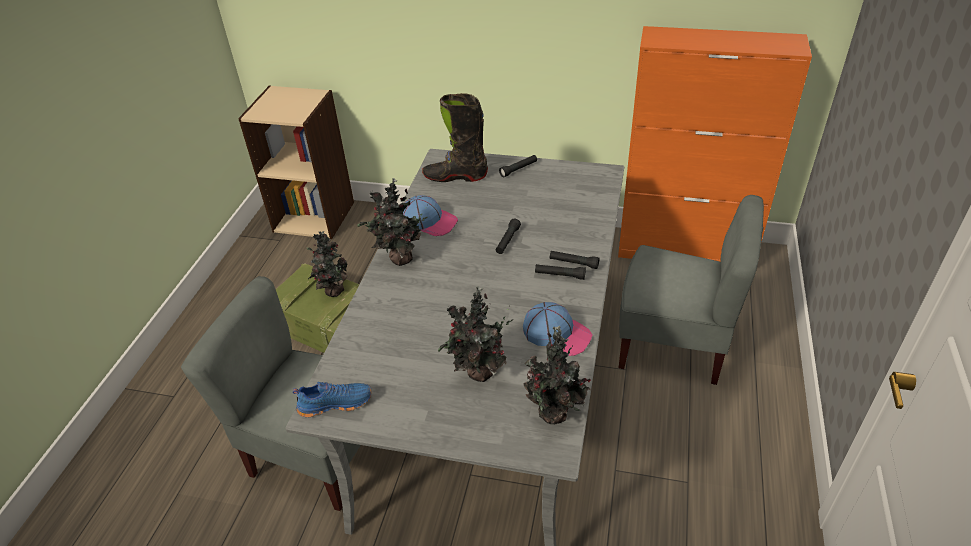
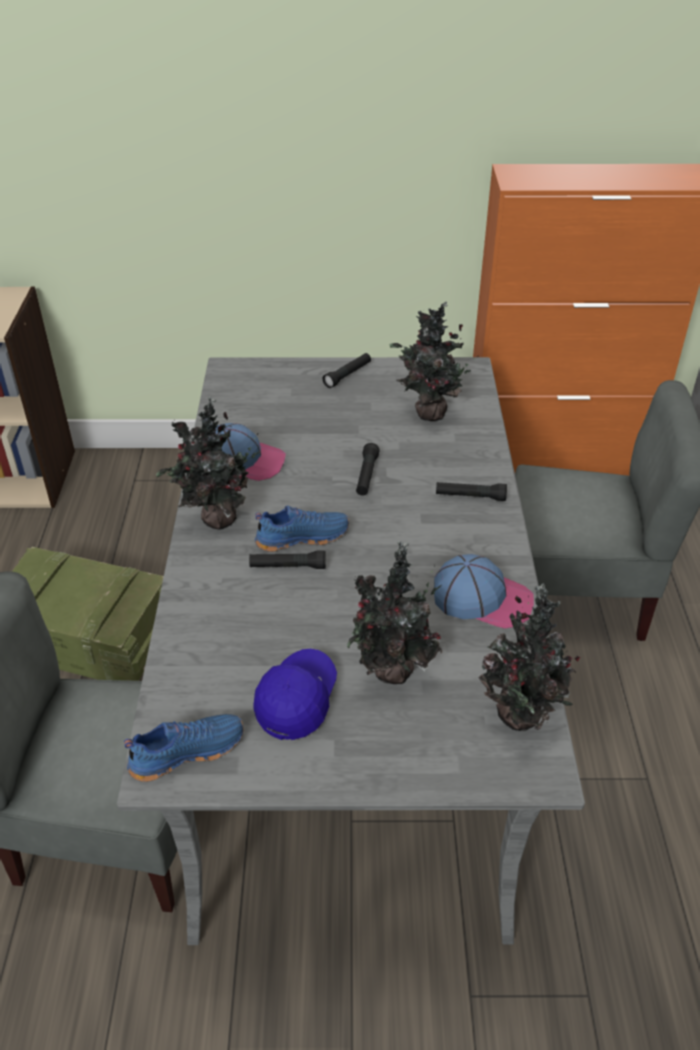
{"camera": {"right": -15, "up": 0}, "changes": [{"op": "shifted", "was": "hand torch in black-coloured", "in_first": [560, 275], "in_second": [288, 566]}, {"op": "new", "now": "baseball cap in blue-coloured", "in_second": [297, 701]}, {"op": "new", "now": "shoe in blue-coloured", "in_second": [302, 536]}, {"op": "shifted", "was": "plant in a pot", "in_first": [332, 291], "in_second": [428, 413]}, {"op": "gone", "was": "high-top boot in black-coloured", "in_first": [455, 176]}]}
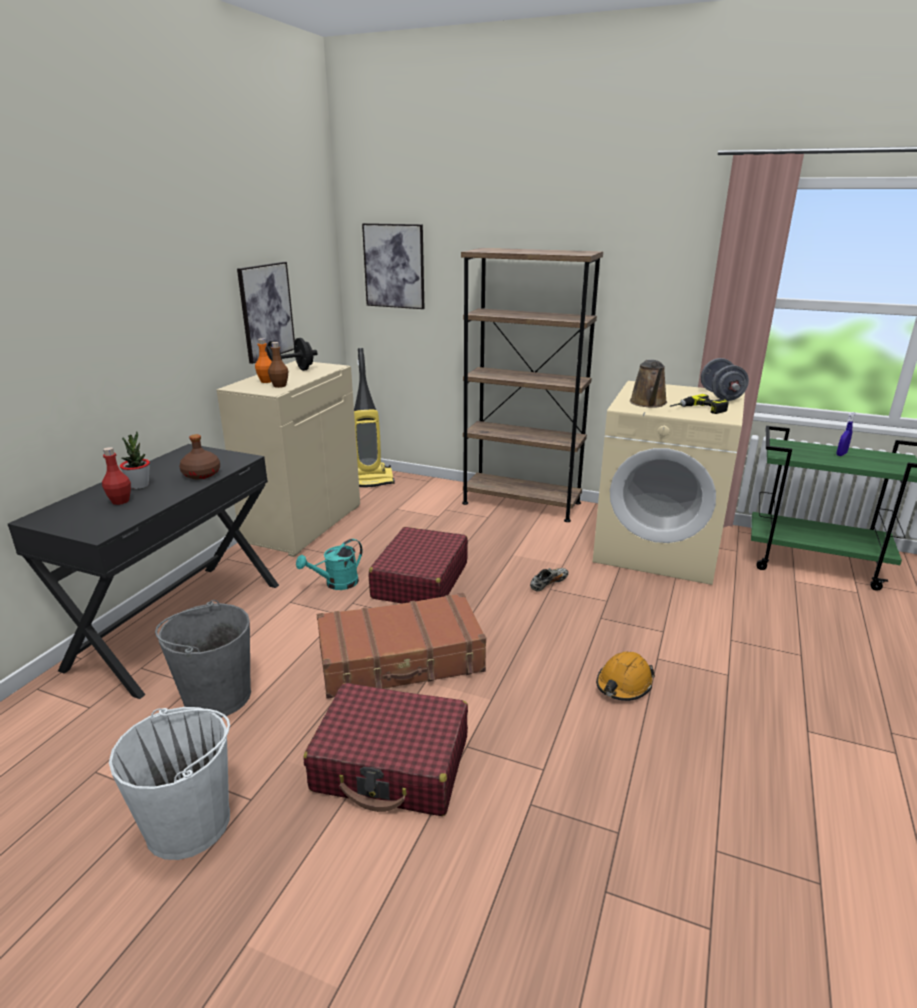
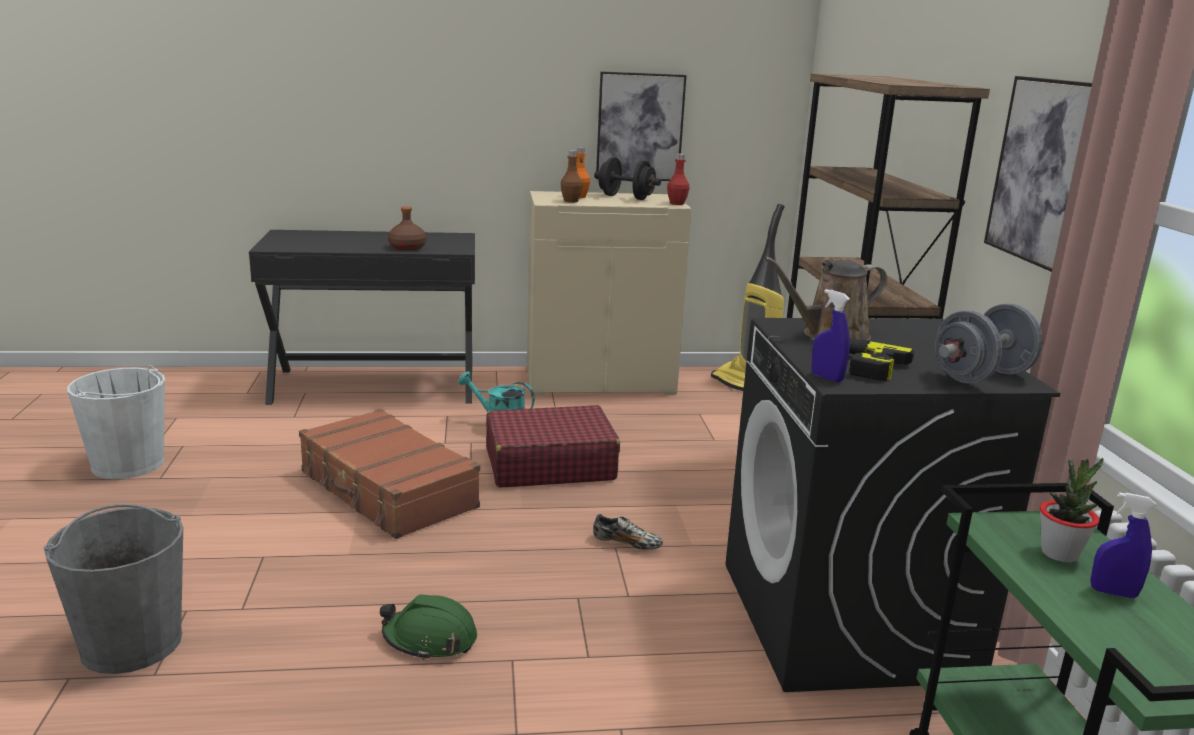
{"camera": {"right": 60, "up": -5}, "changes": [{"op": "shifted", "was": "pail in greyish", "in_first": [217, 696], "in_second": [131, 643]}, {"op": "repainted", "was": "work helmet in orange-coloured", "now": "work helmet in green-coloured", "in_first": [623, 685], "in_second": [430, 639]}, {"op": "shifted", "was": "beverage bottle in red", "in_first": [120, 501], "in_second": [677, 203]}, {"op": "repainted", "was": "laundry appliance in beige-coloured", "now": "laundry appliance in black-coloured", "in_first": [658, 548], "in_second": [846, 620]}, {"op": "new", "now": "sprayer in blue-coloured", "in_second": [827, 378]}, {"op": "shifted", "was": "picture", "in_first": [394, 266], "in_second": [1044, 172]}, {"op": "shifted", "was": "plant in a pot", "in_first": [139, 485], "in_second": [1059, 553]}, {"op": "gone", "was": "travel case in red", "in_first": [392, 764]}]}
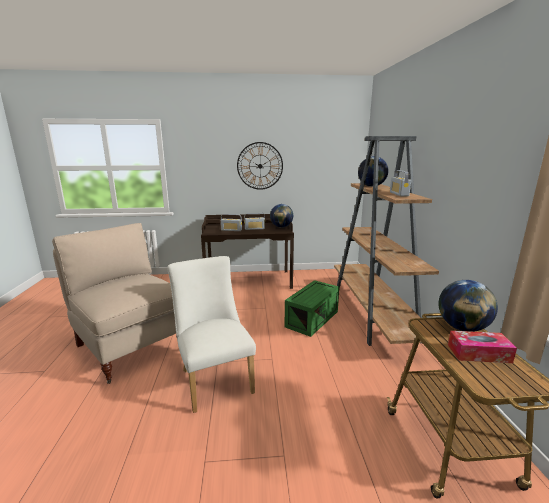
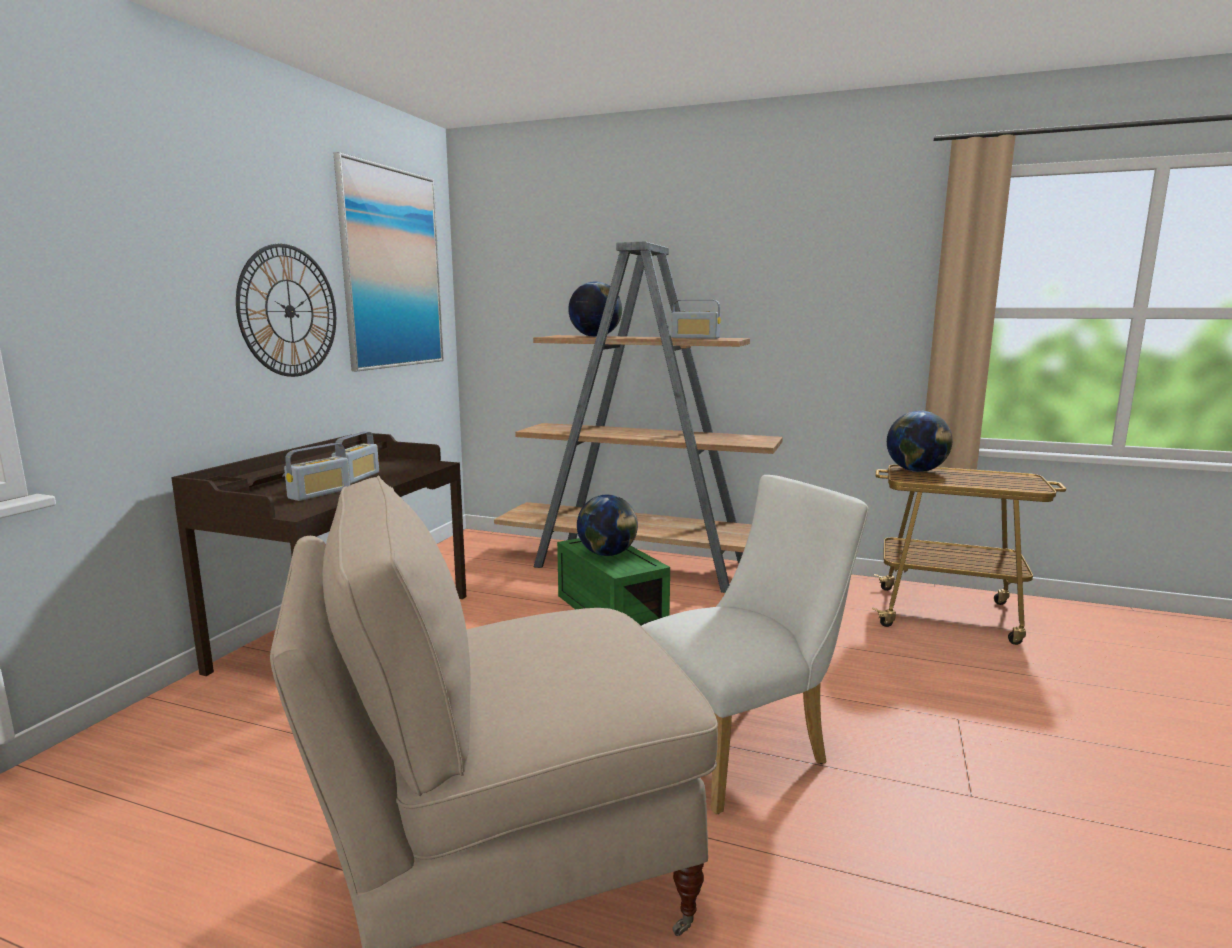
{"camera": {"right": -65, "up": -5}, "changes": [{"op": "new", "now": "picture", "in_second": [392, 269]}, {"op": "shifted", "was": "world globe", "in_first": [281, 227], "in_second": [607, 554]}, {"op": "rotated", "was": "upright chair in white", "in_first": [214, 378], "in_second": [743, 749], "clockwise": 150}, {"op": "gone", "was": "tissue holder", "in_first": [478, 353]}]}
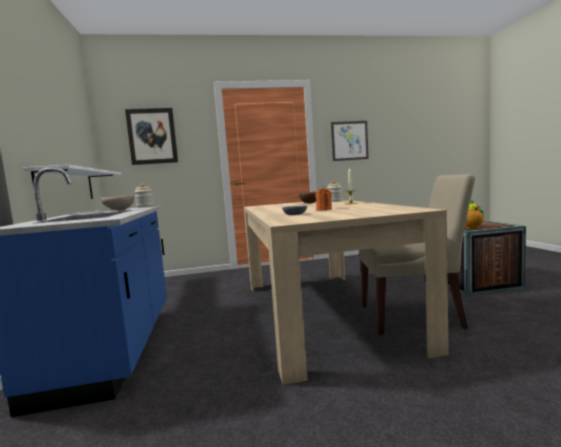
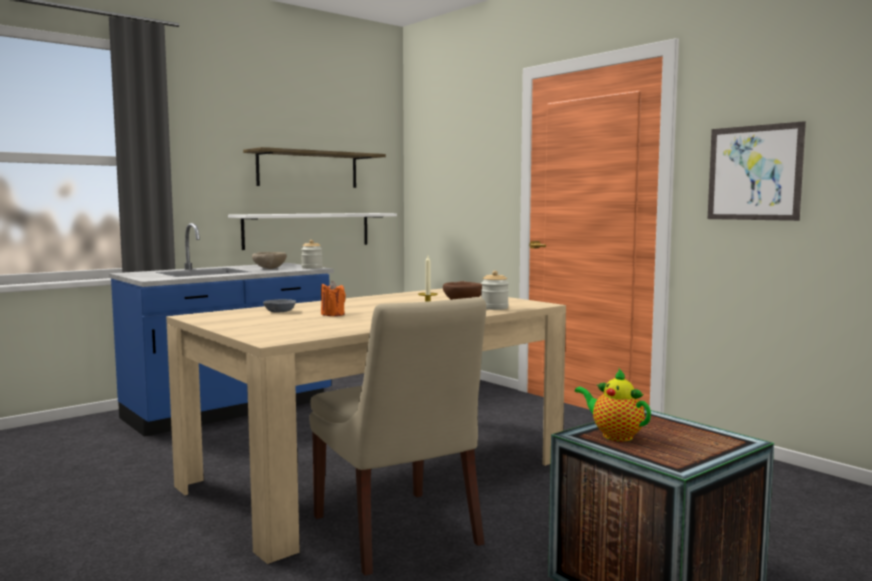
{"camera": {"right": 60, "up": 0}, "changes": [{"op": "new", "now": "shelf", "in_second": [308, 169]}, {"op": "gone", "was": "picture", "in_first": [152, 136]}]}
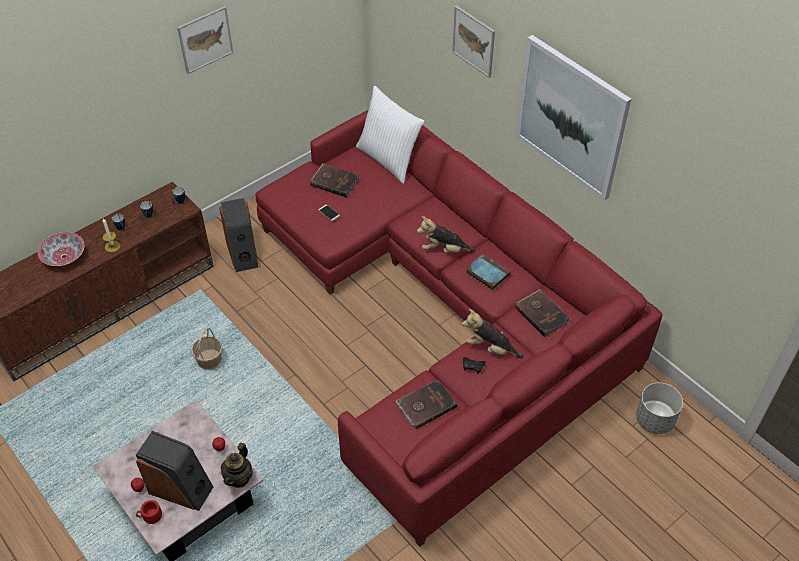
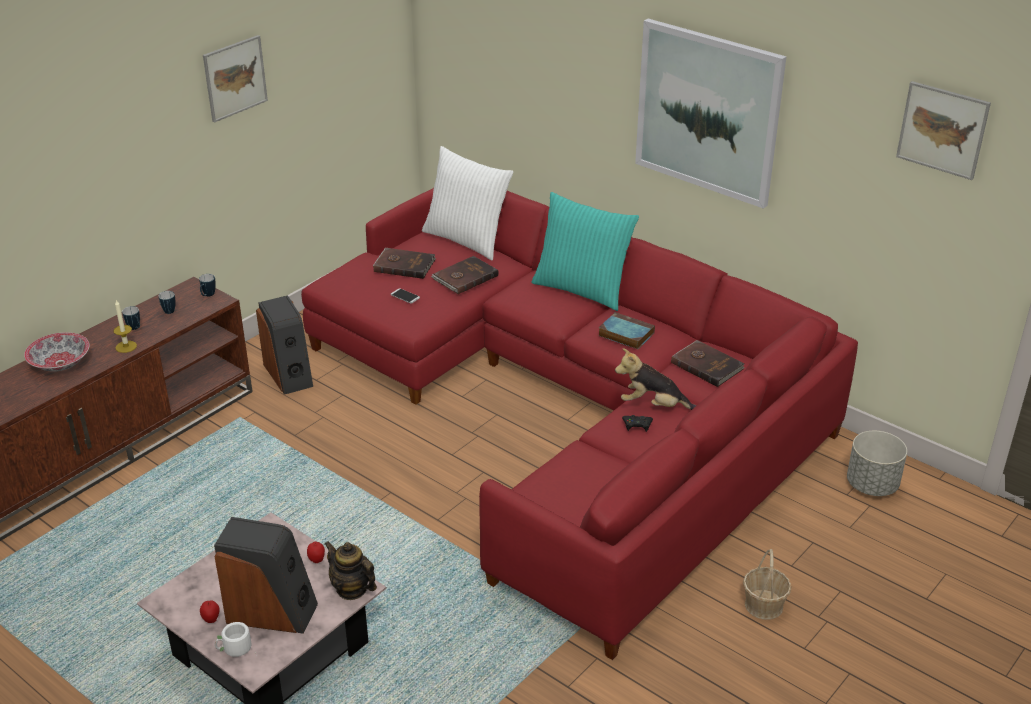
{"camera": {"right": -10, "up": -15}, "changes": [{"op": "repainted", "was": "mug in red", "now": "mug in white", "in_first": [150, 517], "in_second": [234, 650]}, {"op": "rotated", "was": "pot for tea", "in_first": [239, 477], "in_second": [352, 589], "clockwise": 120}, {"op": "shifted", "was": "bound book in brown", "in_first": [426, 405], "in_second": [464, 277]}, {"op": "new", "now": "cushion in blue-green", "in_second": [582, 289]}, {"op": "shifted", "was": "basket", "in_first": [209, 360], "in_second": [764, 605]}, {"op": "shifted", "was": "picture", "in_first": [474, 41], "in_second": [942, 130]}, {"op": "gone", "was": "plush toy", "in_first": [444, 250]}]}
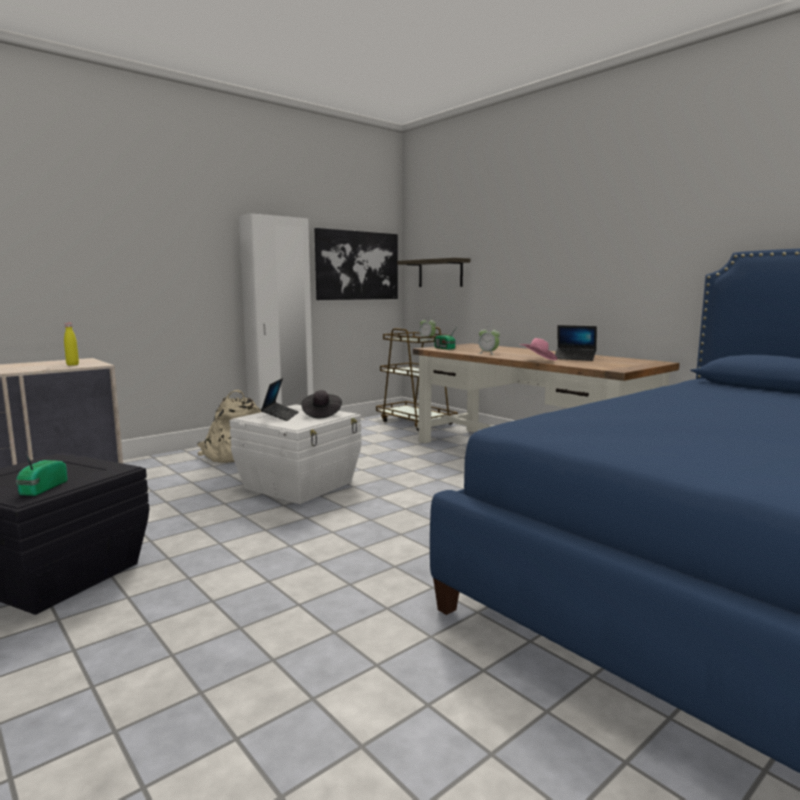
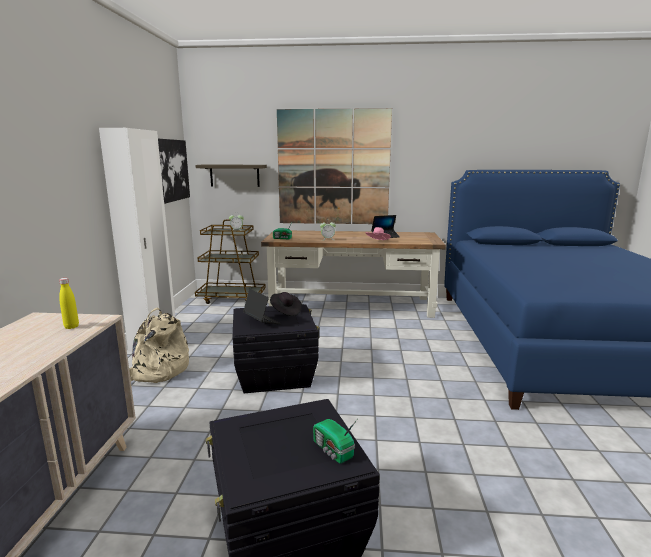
{"camera": {"right": -45, "up": 5}, "changes": [{"op": "repainted", "was": "storage bin in white", "now": "storage bin in black-coloured", "in_first": [300, 485], "in_second": [275, 374]}, {"op": "new", "now": "picture", "in_second": [333, 168]}]}
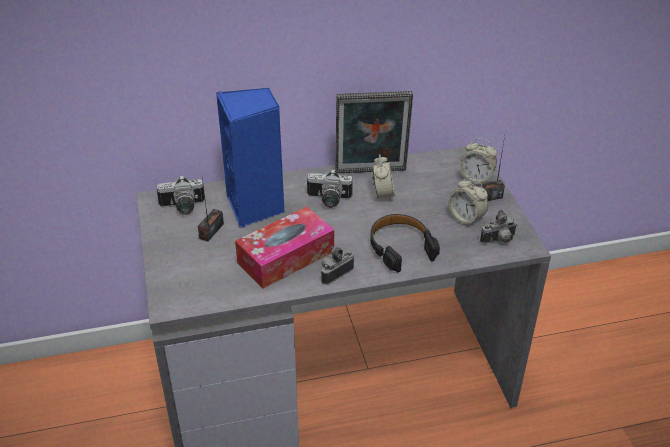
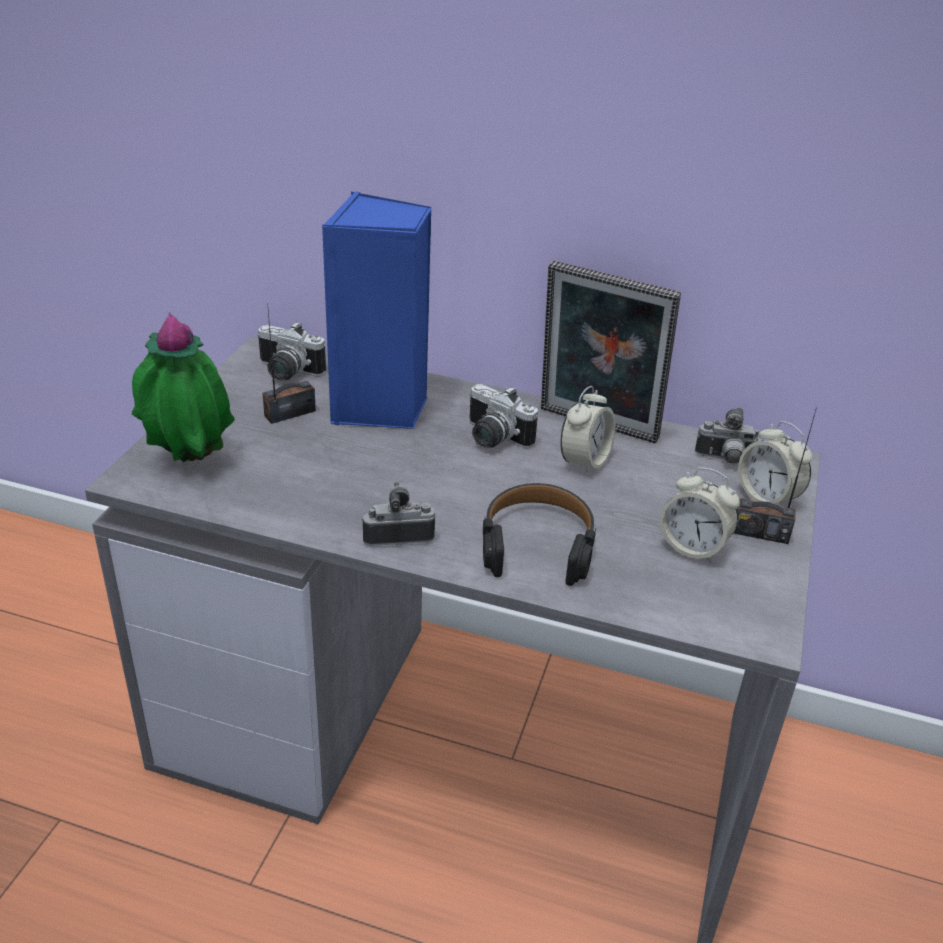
{"camera": {"right": 30, "up": -5}, "changes": [{"op": "new", "now": "plant in a pot", "in_second": [189, 464]}, {"op": "rotated", "was": "table clock", "in_first": [466, 218], "in_second": [693, 547], "clockwise": -45}, {"op": "shifted", "was": "still camera", "in_first": [499, 241], "in_second": [725, 460]}, {"op": "gone", "was": "tissue holder", "in_first": [286, 257]}]}
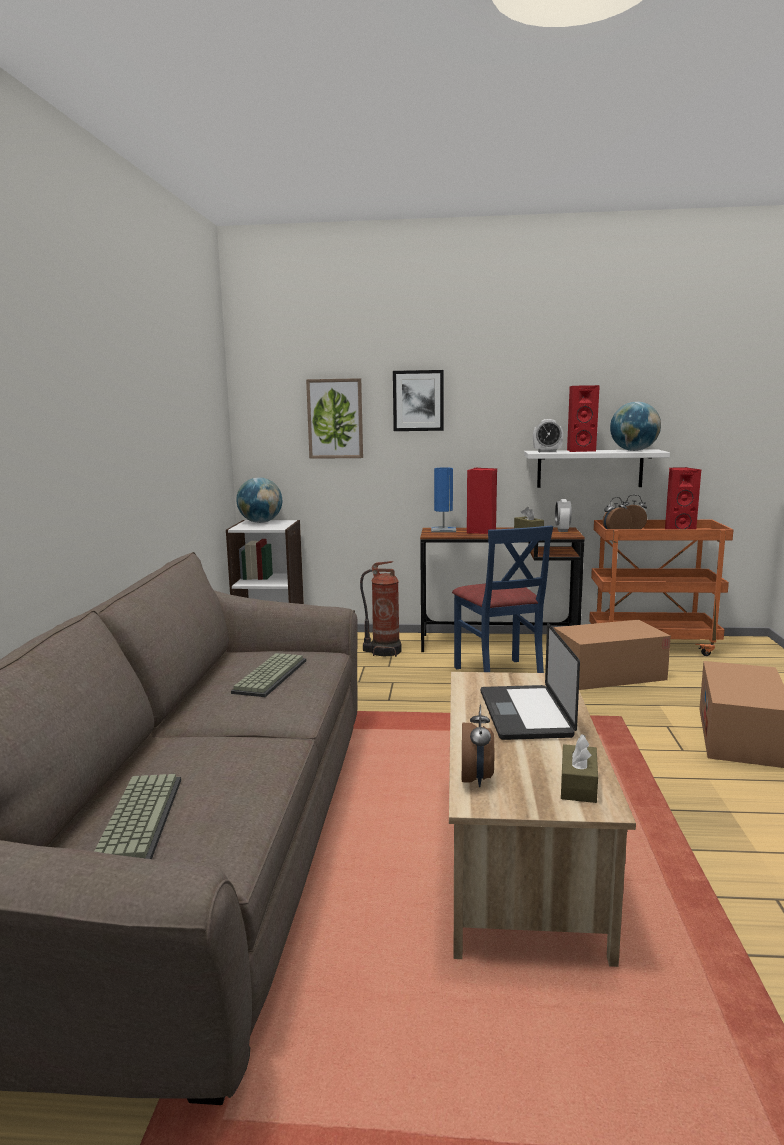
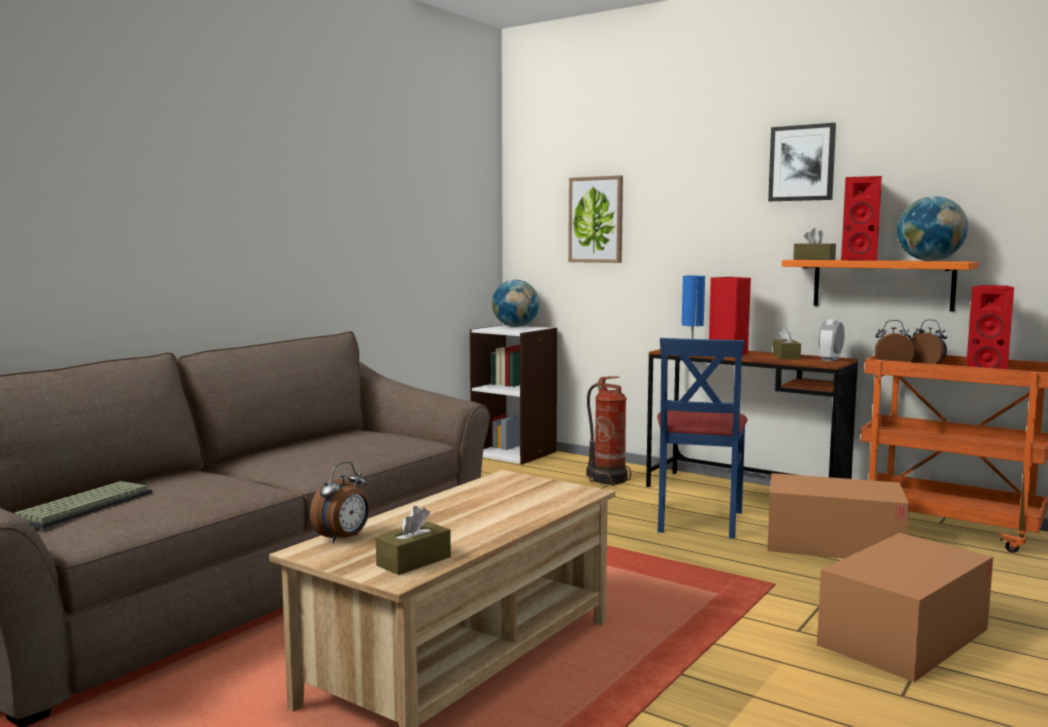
{"camera": {"right": 30, "up": -5}, "changes": [{"op": "shifted", "was": "picture", "in_first": [418, 400], "in_second": [802, 163]}, {"op": "repainted", "was": "shelf in white", "now": "shelf in orange-coloured", "in_first": [589, 468], "in_second": [882, 284]}, {"op": "swapped", "was": "table clock", "now": "tissue holder in brown", "in_first": [547, 451], "in_second": [814, 259]}, {"op": "gone", "was": "PC keyboard", "in_first": [269, 676]}, {"op": "gone", "was": "laptop", "in_first": [525, 714]}]}
